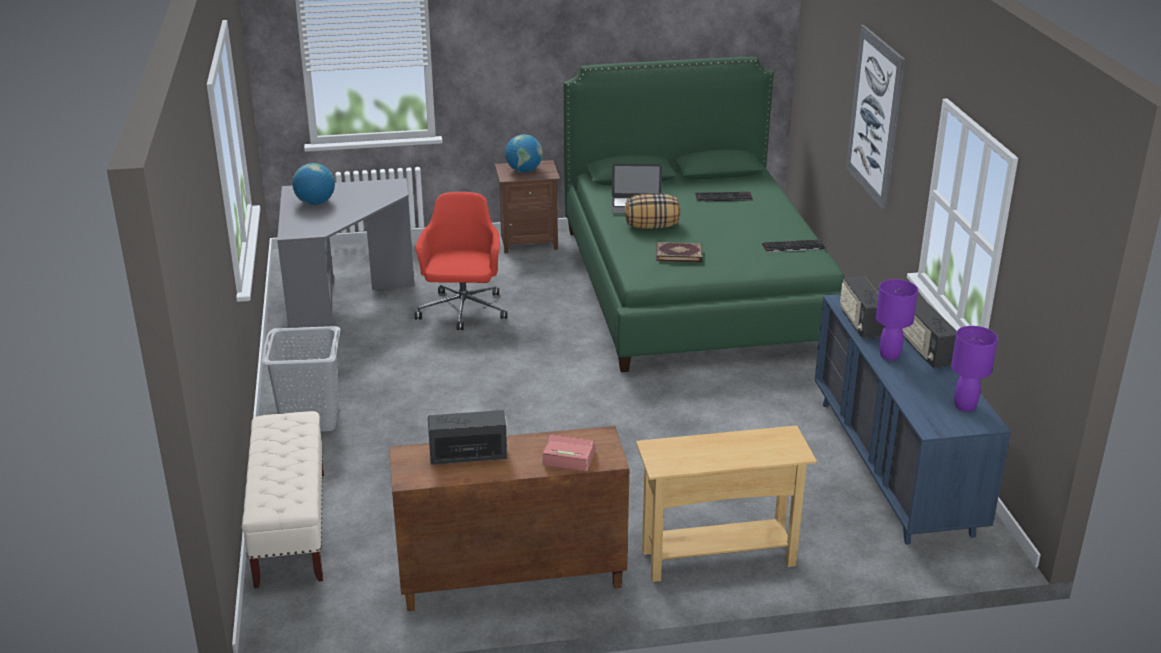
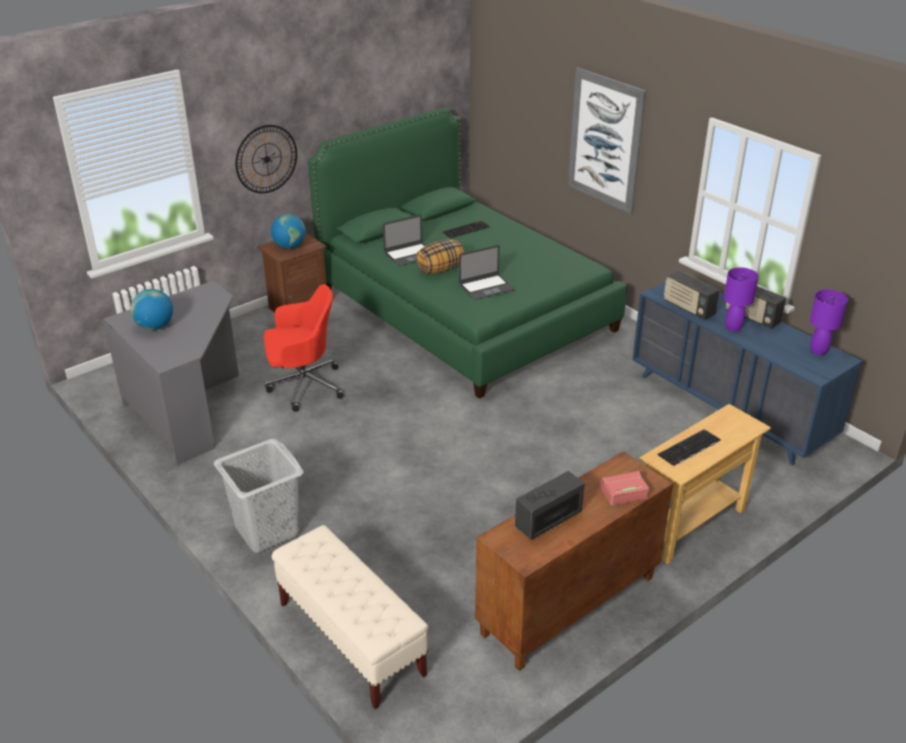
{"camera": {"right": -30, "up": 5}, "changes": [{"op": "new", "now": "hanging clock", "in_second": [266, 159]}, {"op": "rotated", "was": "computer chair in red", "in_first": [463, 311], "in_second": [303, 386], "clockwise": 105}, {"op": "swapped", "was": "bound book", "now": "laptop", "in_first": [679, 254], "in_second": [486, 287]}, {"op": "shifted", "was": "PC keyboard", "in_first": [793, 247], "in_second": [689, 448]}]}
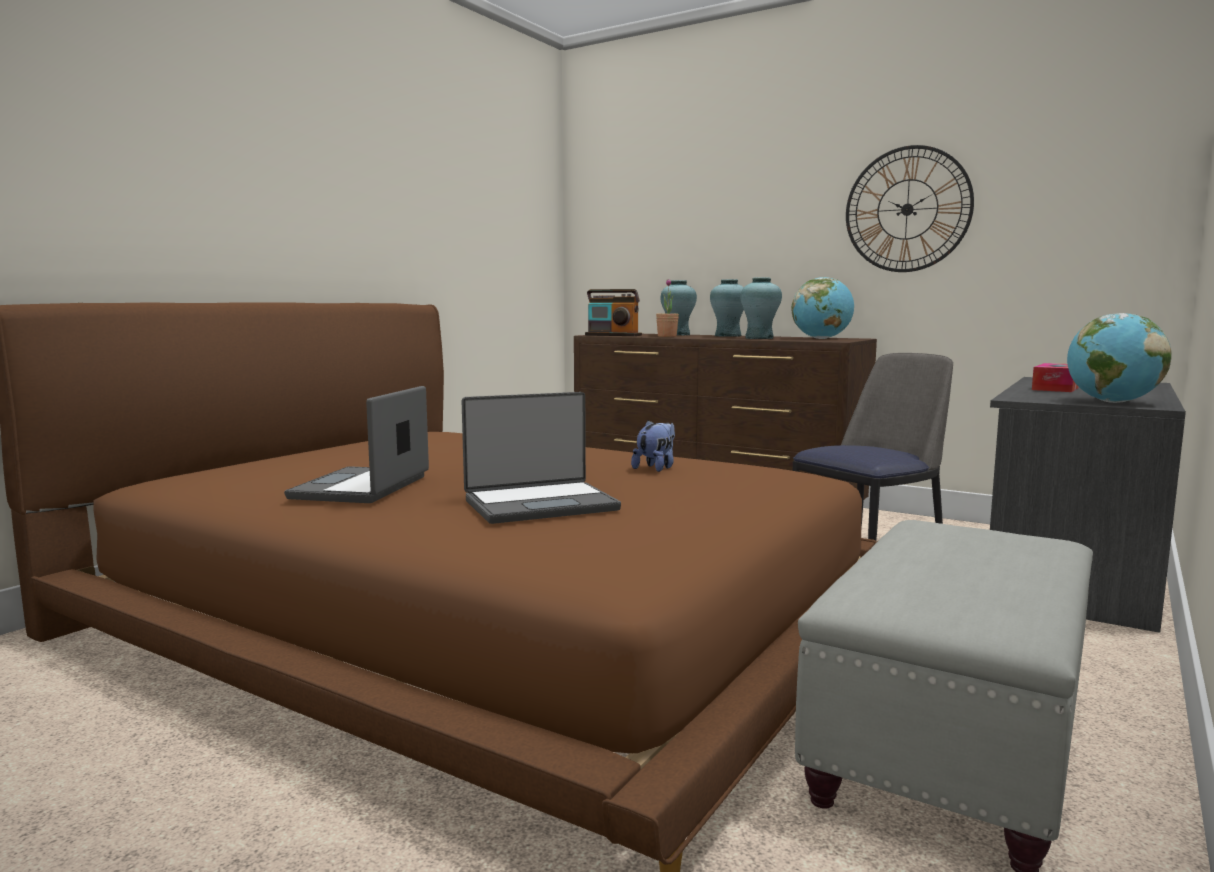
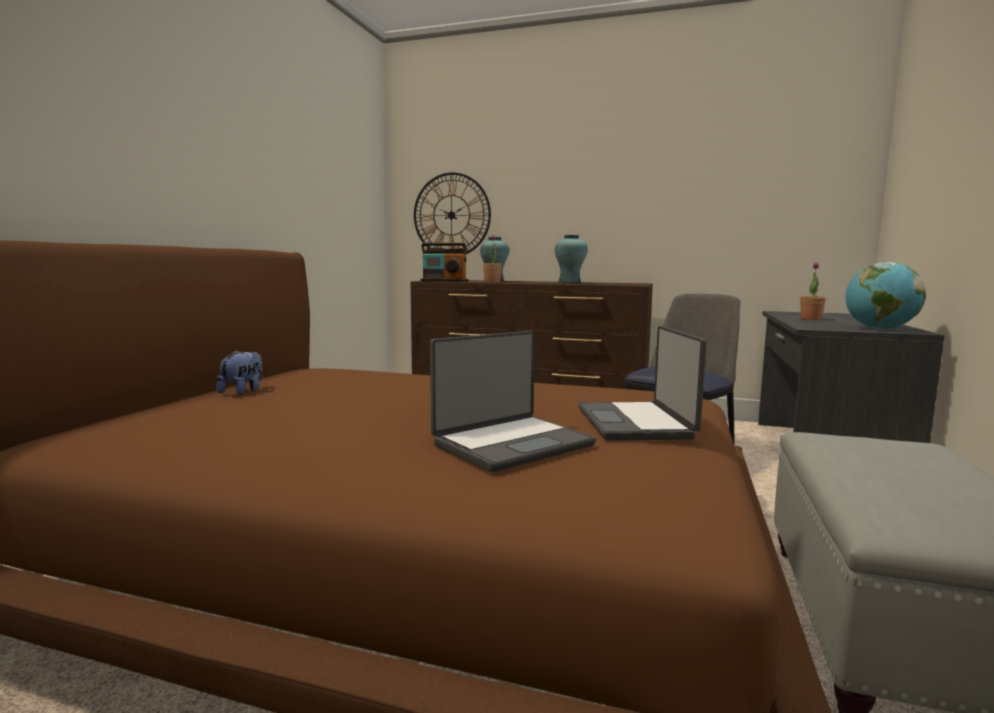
{"camera": {"right": -15, "up": 0}, "changes": [{"op": "shifted", "was": "plush toy", "in_first": [656, 468], "in_second": [243, 391]}, {"op": "shifted", "was": "hanging clock", "in_first": [907, 209], "in_second": [451, 215]}, {"op": "shifted", "was": "laptop", "in_first": [363, 488], "in_second": [636, 423]}, {"op": "swapped", "was": "tissue holder", "now": "plant in a pot", "in_first": [1056, 388], "in_second": [810, 319]}, {"op": "gone", "was": "decorative vase in blue-green", "in_first": [728, 336]}, {"op": "gone", "was": "world globe", "in_first": [821, 339]}]}
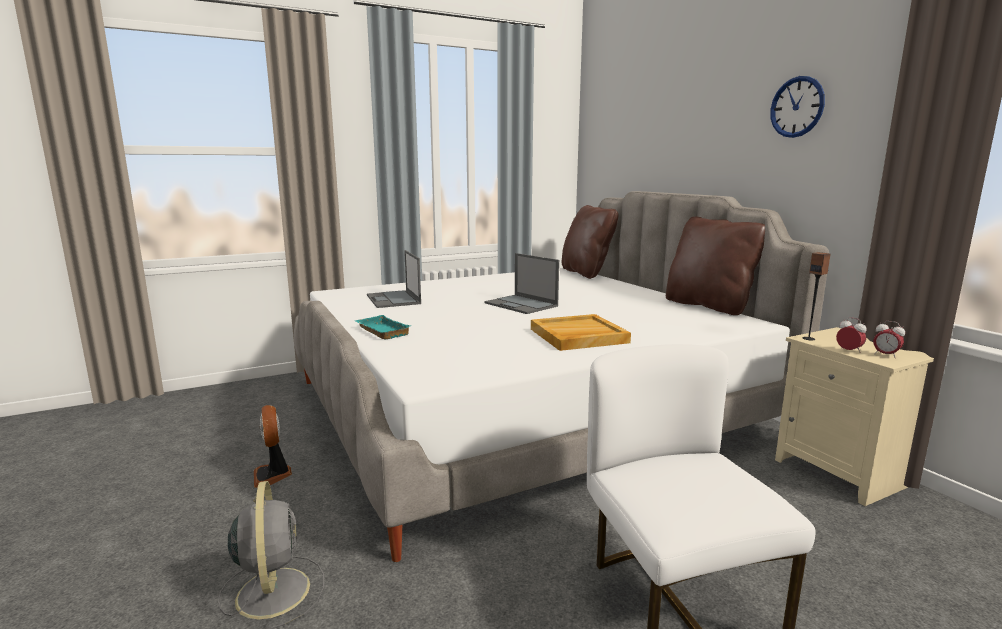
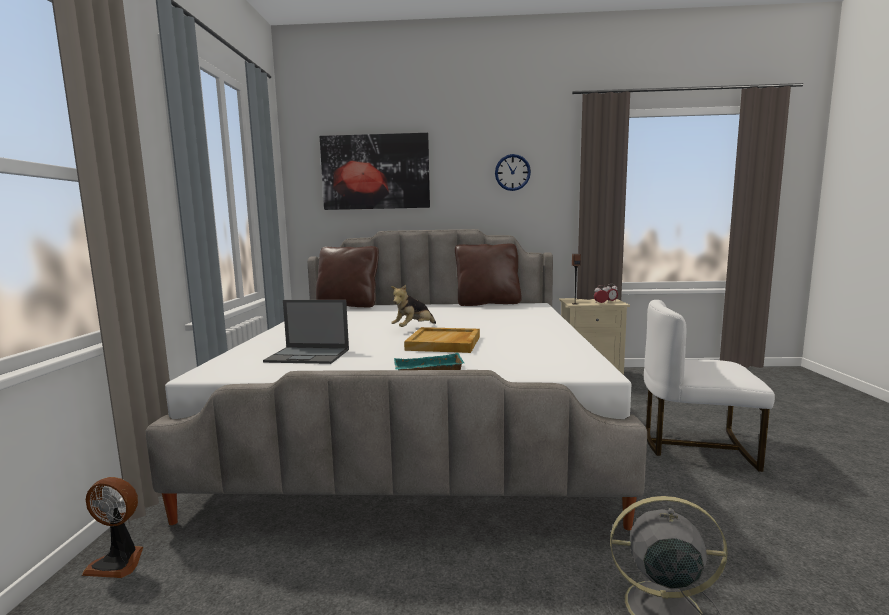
{"camera": {"right": -60, "up": -5}, "changes": [{"op": "shifted", "was": "electric fan", "in_first": [273, 475], "in_second": [119, 562]}, {"op": "new", "now": "picture", "in_second": [375, 172]}, {"op": "swapped", "was": "laptop", "now": "plush toy", "in_first": [521, 305], "in_second": [413, 328]}, {"op": "shifted", "was": "carrying tray in beige-coloured", "in_first": [578, 336], "in_second": [444, 343]}]}
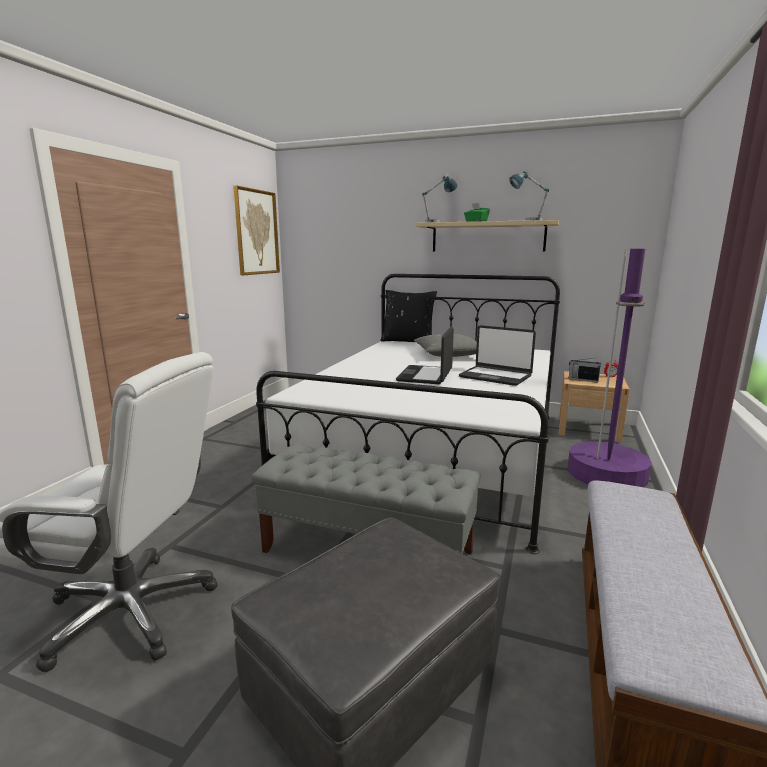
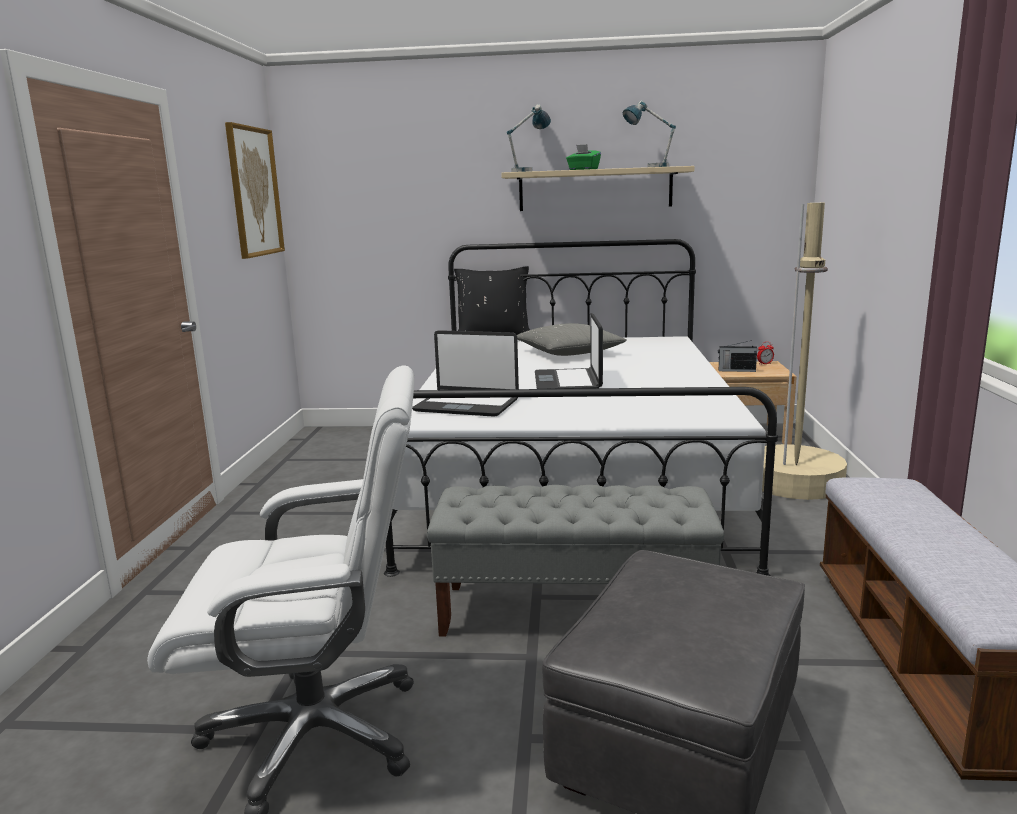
{"camera": {"right": -15, "up": 0}, "changes": [{"op": "shifted", "was": "laptop", "in_first": [495, 376], "in_second": [467, 405]}, {"op": "repainted", "was": "standard lamp in purplish", "now": "standard lamp in beige-coloured", "in_first": [606, 474], "in_second": [795, 482]}]}
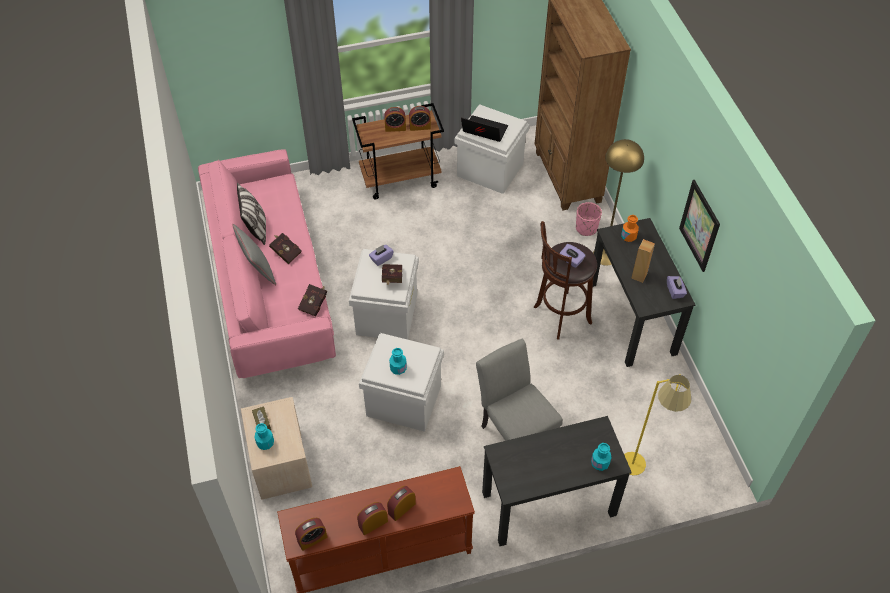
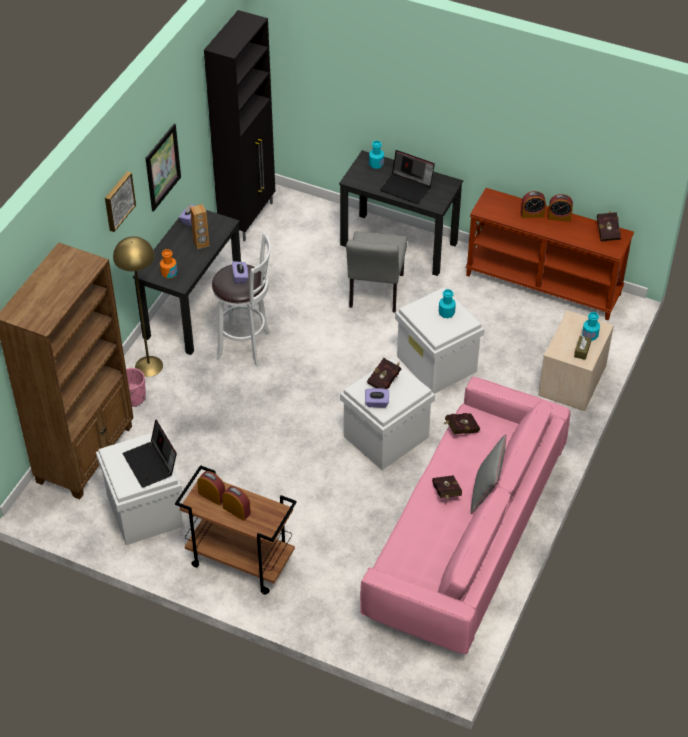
{"camera": {"right": -140, "up": -5}, "changes": [{"op": "new", "now": "picture", "in_second": [118, 201]}, {"op": "new", "now": "cabinet in black-coloured", "in_second": [248, 217]}, {"op": "repainted", "was": "stool in brown", "now": "stool in white", "in_first": [559, 316], "in_second": [246, 346]}, {"op": "new", "now": "laptop", "in_second": [407, 187]}, {"op": "swapped", "was": "table clock", "now": "bound book in red", "in_first": [312, 539], "in_second": [607, 231]}, {"op": "gone", "was": "cushion", "in_first": [256, 228]}, {"op": "gone", "was": "standard lamp in yellowish", "in_first": [640, 472]}]}
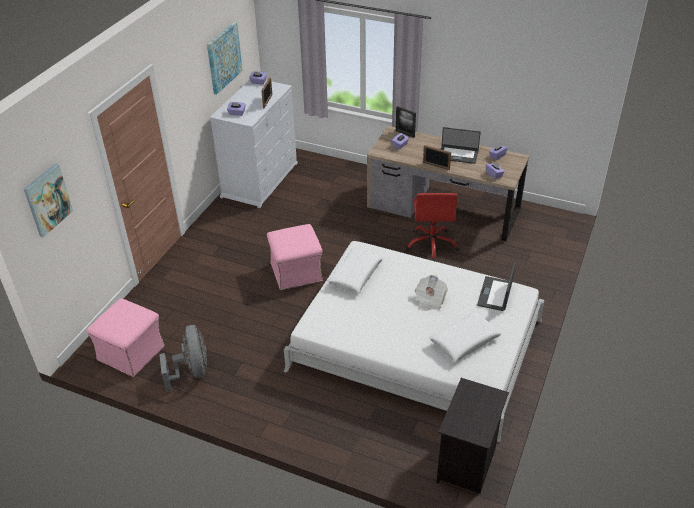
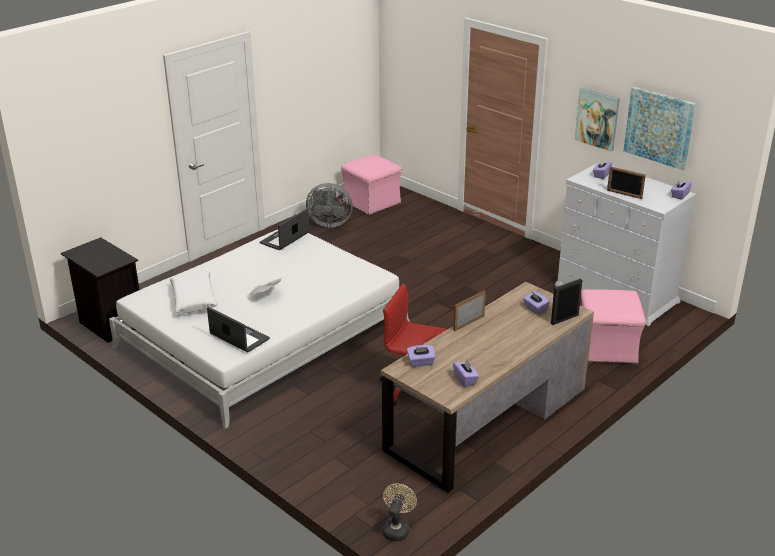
{"camera": {"right": 110, "up": -10}, "changes": [{"op": "shifted", "was": "laptop", "in_first": [458, 155], "in_second": [285, 238]}, {"op": "new", "now": "electric fan in beige-coloured", "in_second": [397, 528]}, {"op": "shifted", "was": "picture", "in_first": [47, 199], "in_second": [597, 119]}, {"op": "shifted", "was": "ottoman in pink", "in_first": [297, 272], "in_second": [607, 348]}, {"op": "gone", "was": "cushion in white", "in_first": [355, 275]}]}
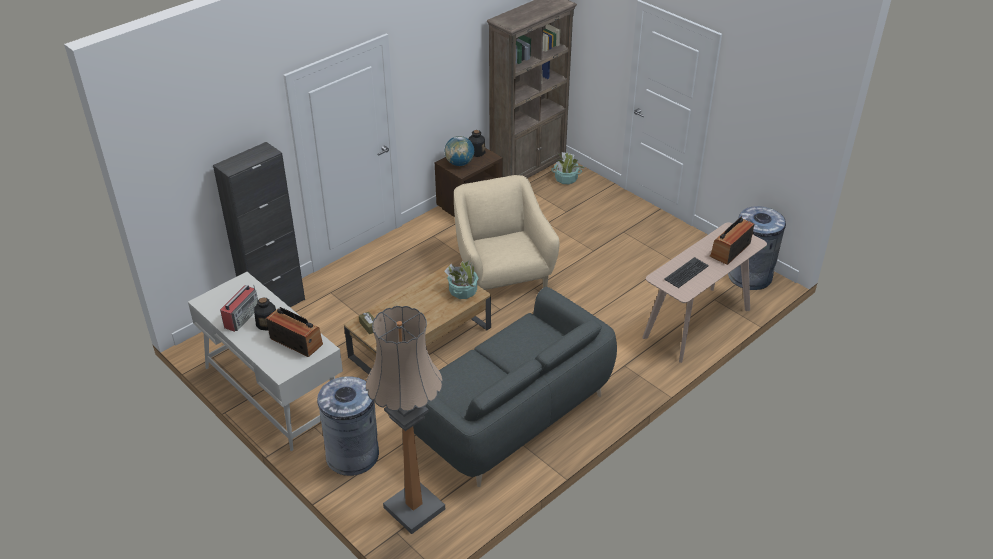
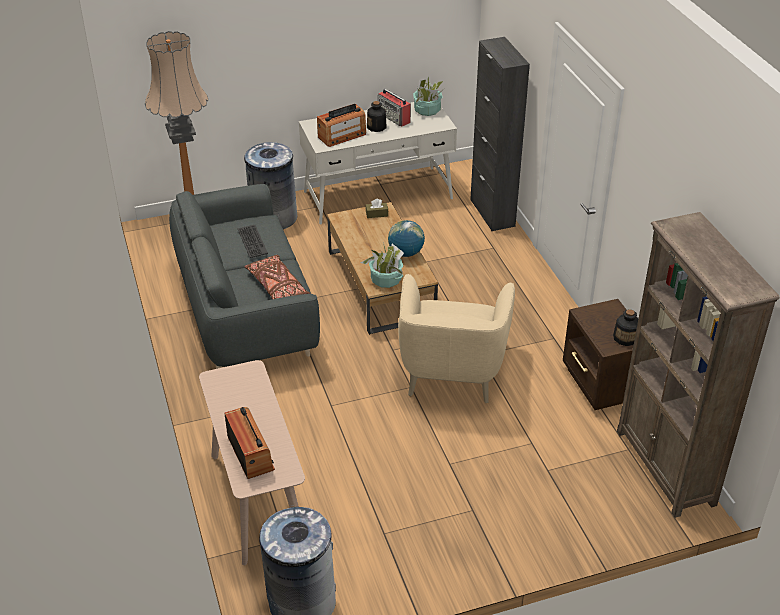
{"camera": {"right": 115, "up": 0}, "changes": [{"op": "shifted", "was": "PC keyboard", "in_first": [686, 273], "in_second": [252, 241]}, {"op": "new", "now": "cushion in brown", "in_second": [278, 288]}, {"op": "shifted", "was": "world globe", "in_first": [459, 163], "in_second": [406, 253]}, {"op": "rotated", "was": "easy chair in beige-coloured", "in_first": [502, 274], "in_second": [451, 370], "clockwise": 90}, {"op": "shifted", "was": "plant in a pot", "in_first": [566, 179], "in_second": [427, 110]}]}
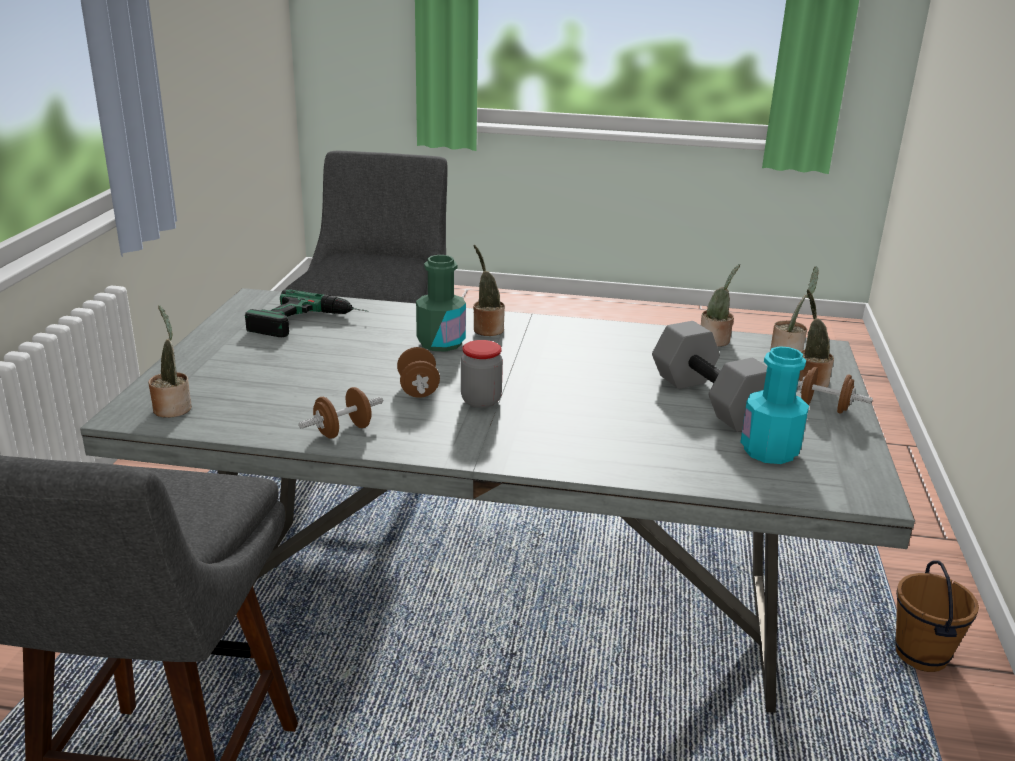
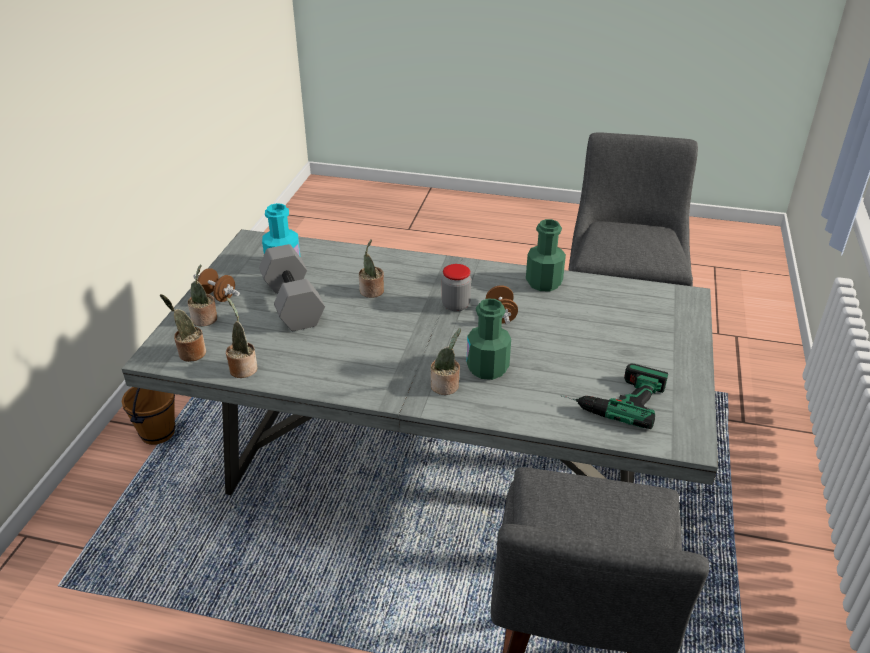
{"camera": {"right": -175, "up": 10}, "changes": [{"op": "shifted", "was": "plant in a pot", "in_first": [172, 407], "in_second": [372, 292]}, {"op": "swapped", "was": "dumbbell in brown", "now": "beverage bottle in green-coloured", "in_first": [343, 431], "in_second": [544, 282]}]}
